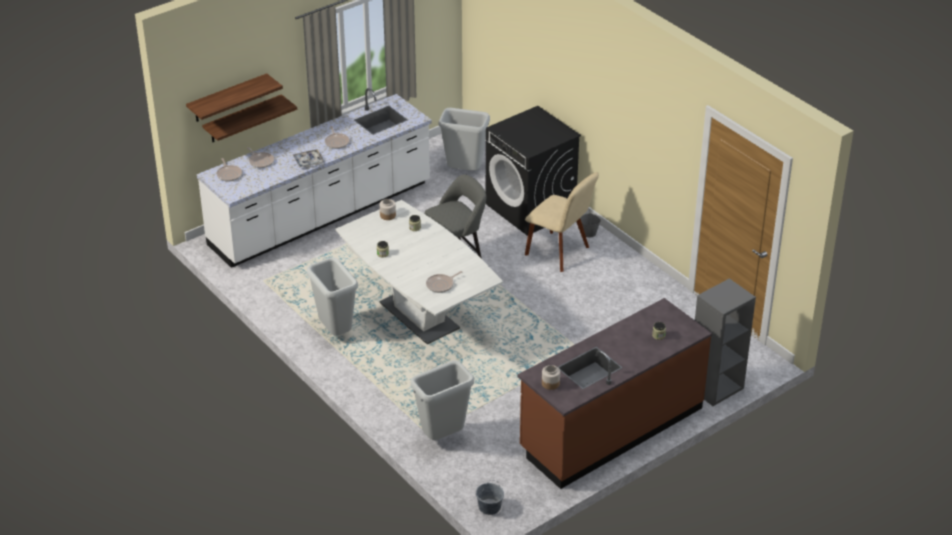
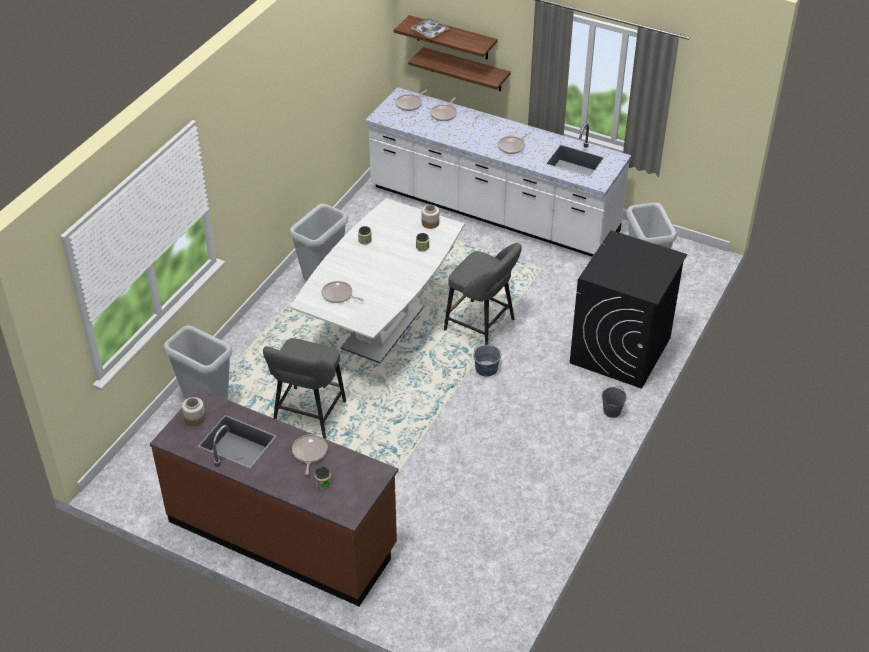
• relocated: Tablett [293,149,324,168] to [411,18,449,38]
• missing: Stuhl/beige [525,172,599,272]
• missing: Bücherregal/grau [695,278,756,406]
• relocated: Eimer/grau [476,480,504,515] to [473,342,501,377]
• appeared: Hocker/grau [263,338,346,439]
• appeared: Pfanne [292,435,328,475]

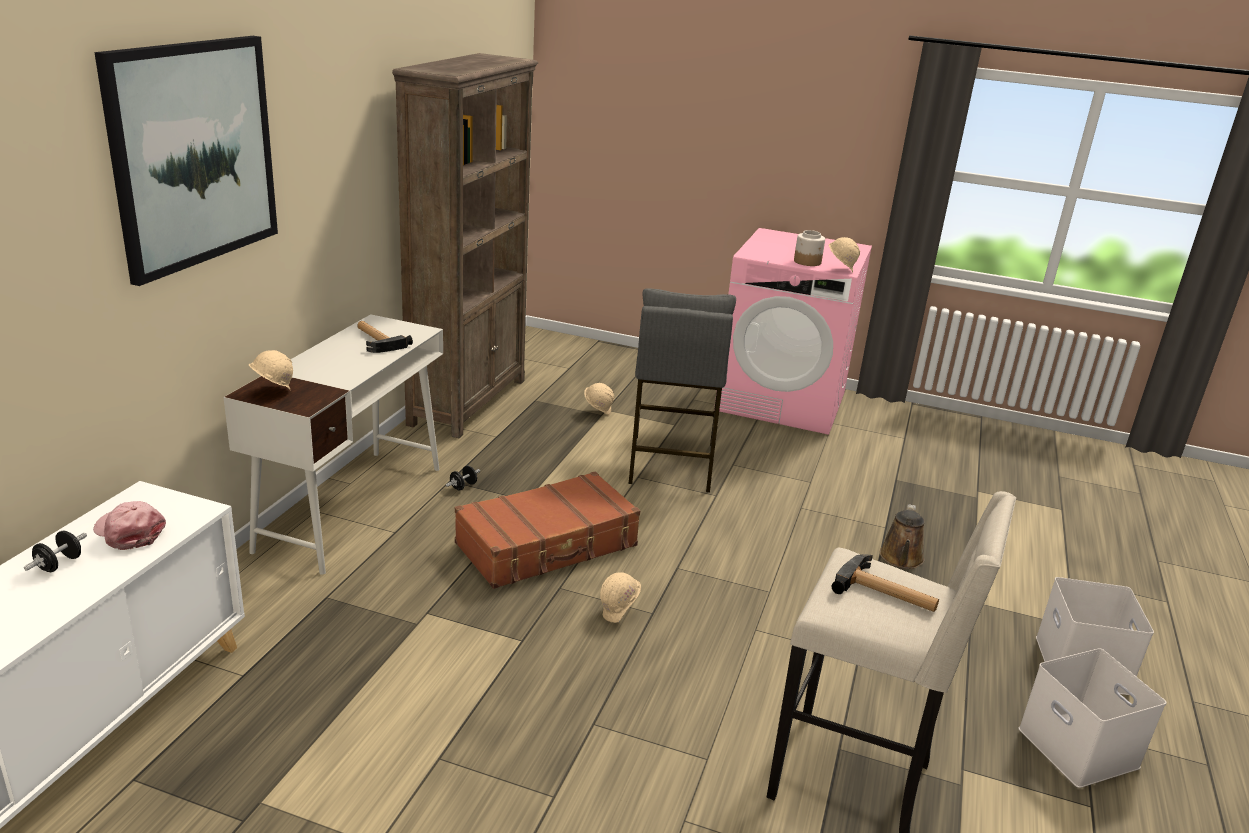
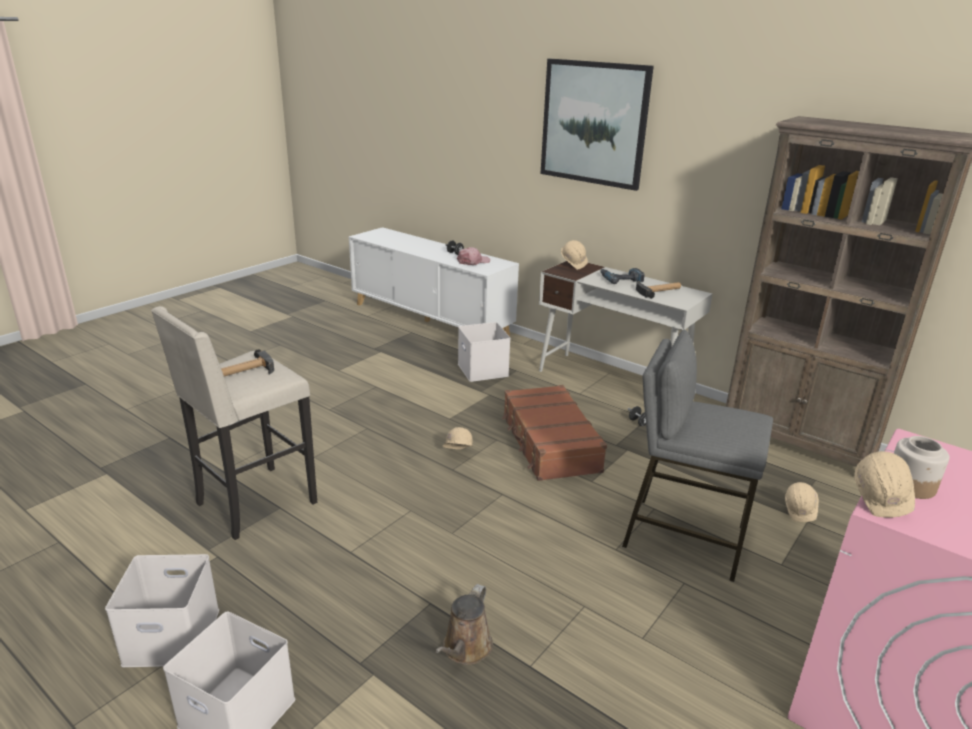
• spun: Gießkanne/braun [880,504,925,569] = [435,584,493,665] 105 degrees counterclockwise
• appeared: Bohrmaschine [600,268,645,284]
• appeared: Aufbewahrungsbox/weiß [458,322,511,382]

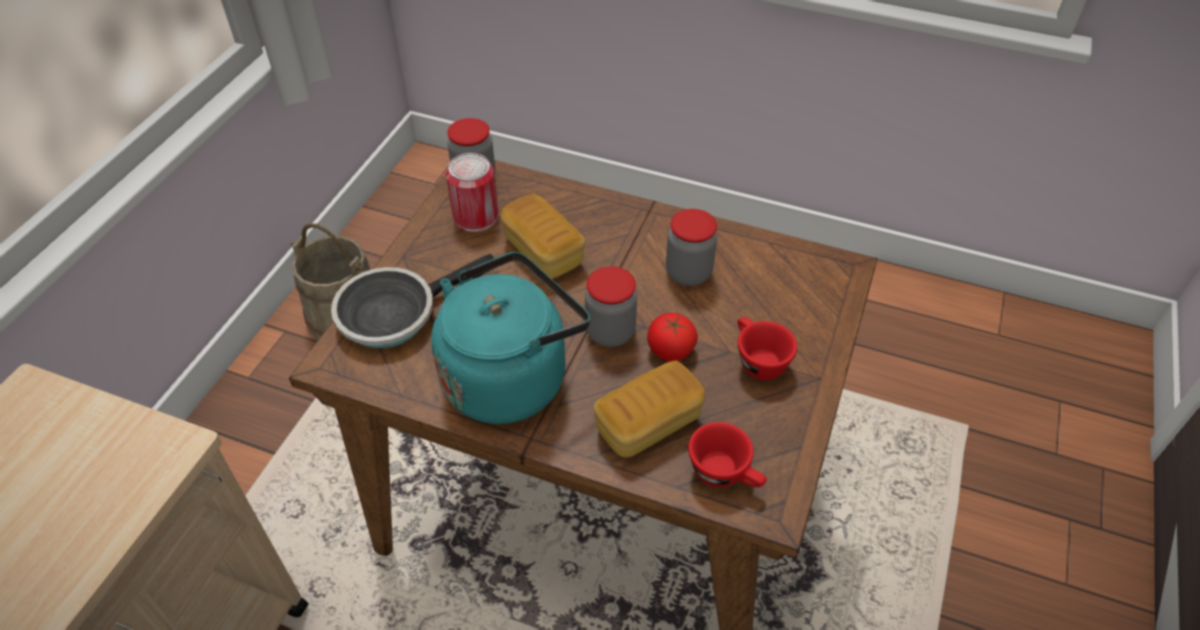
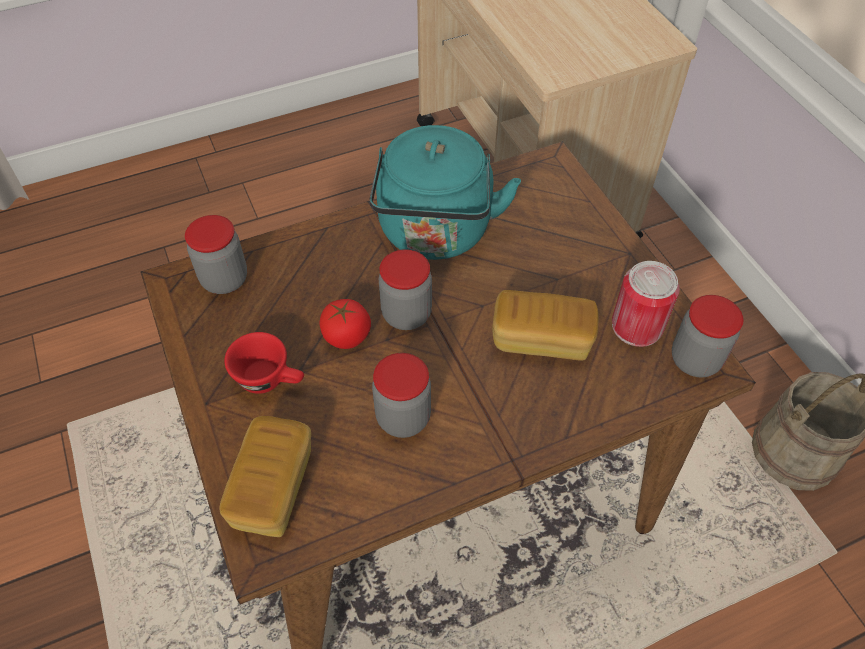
• missing: Pfanne [331,254,494,348]
• relocated: Brot [594,360,705,458] to [220,416,311,537]
• exchanged: Tasse/rot [688,422,767,488] to Vorratsglas [185,215,247,294]

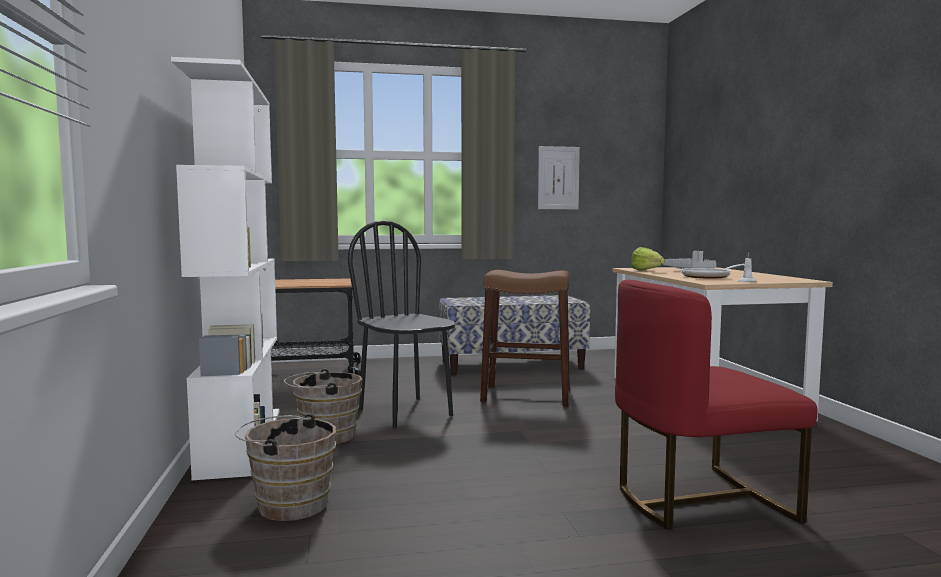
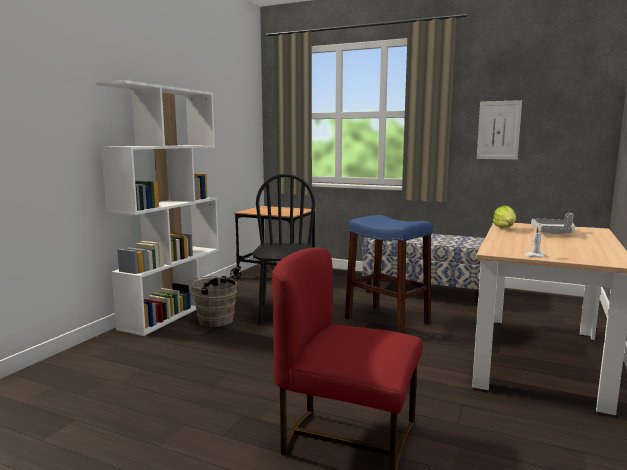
• missing: Pfanne [681,264,744,279]
• colour: Hocker/braun [480,270,570,407] to Hocker/blau [345,215,433,334]
• missing: Eimer/braun [235,414,336,521]

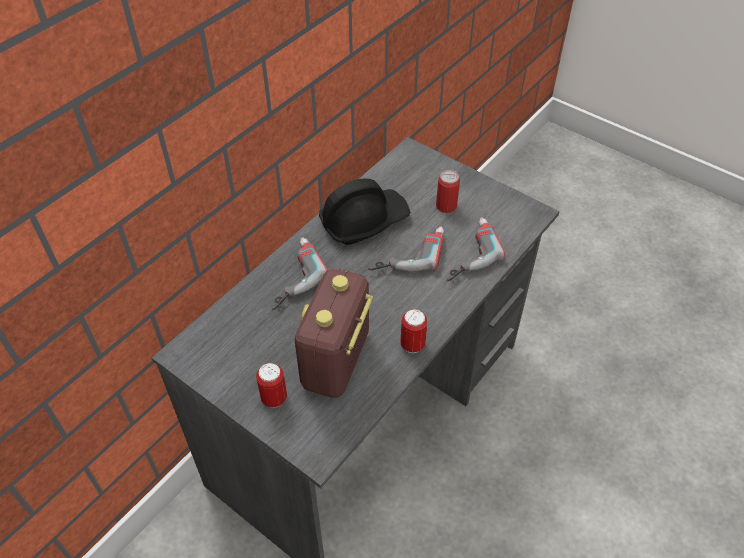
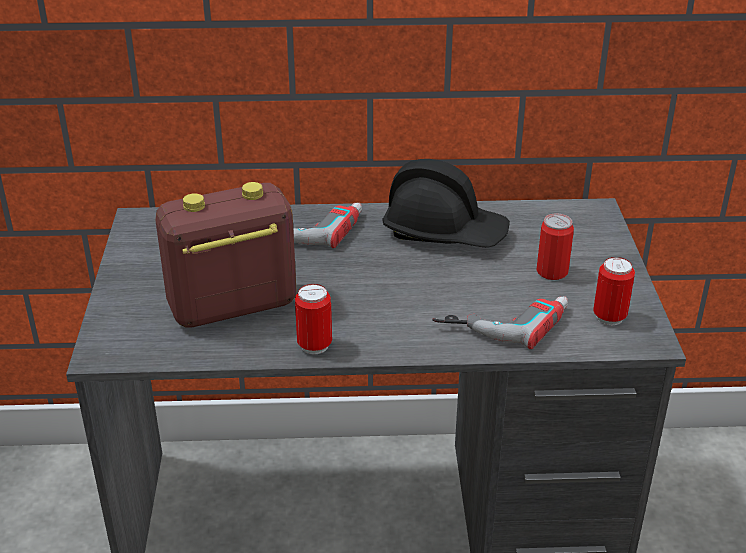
• missing: Bohrmaschine [368,226,444,272]
• relocated: Dose [256,363,287,408] to [593,257,635,325]

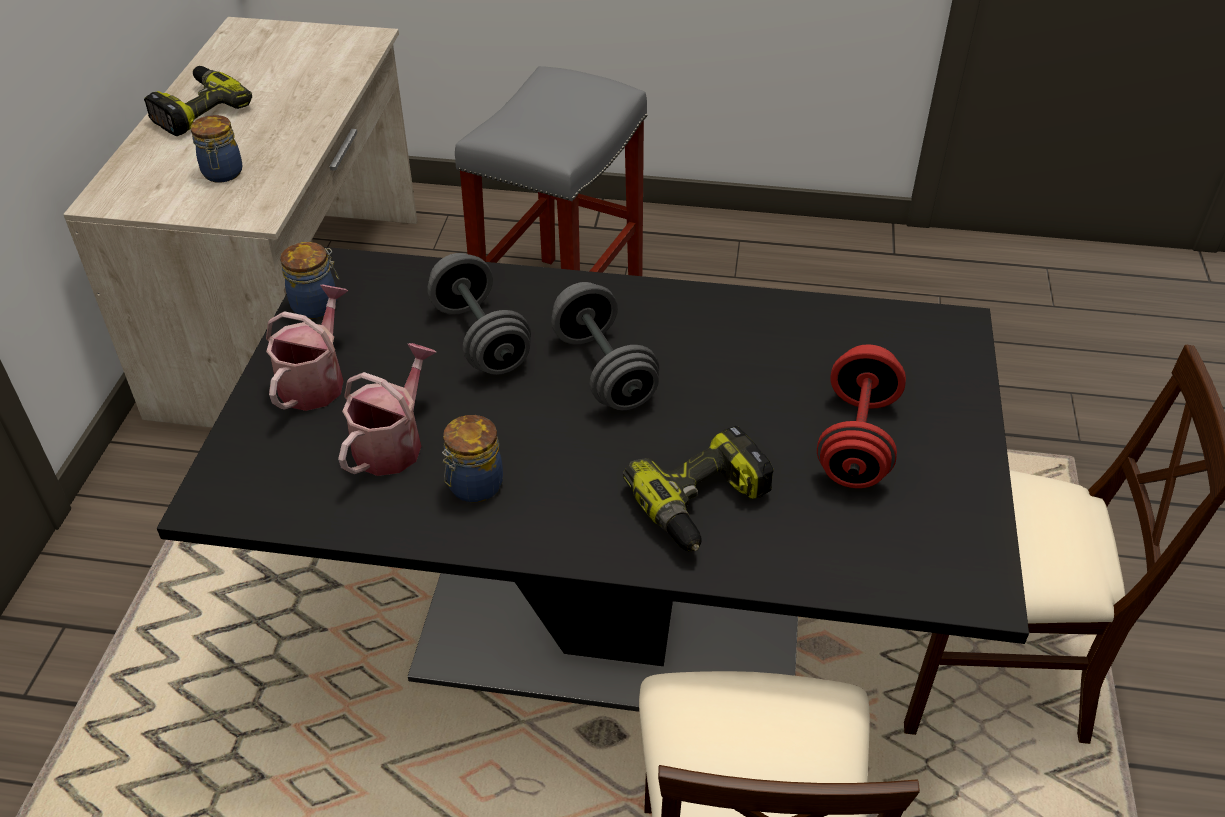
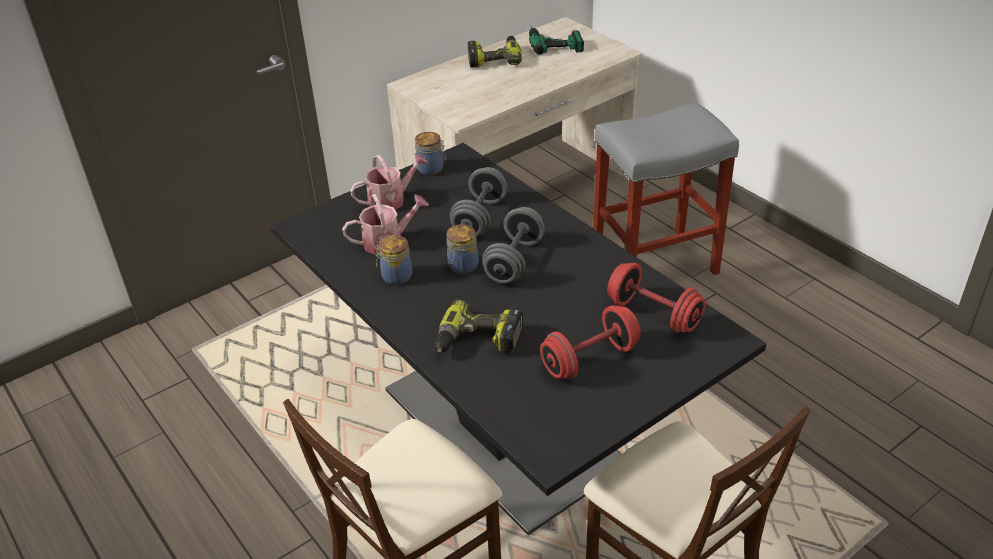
• relocated: Vorratsglas [191,115,242,183] to [447,224,479,274]
• appeared: Bohrmaschine [529,26,584,55]
• appeared: Hantel/rot [607,262,705,333]

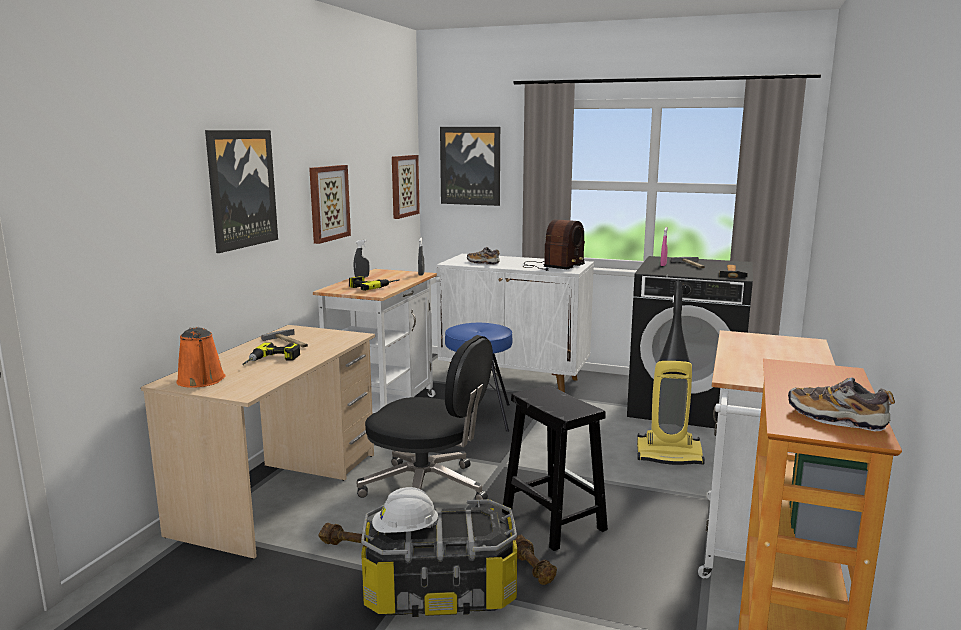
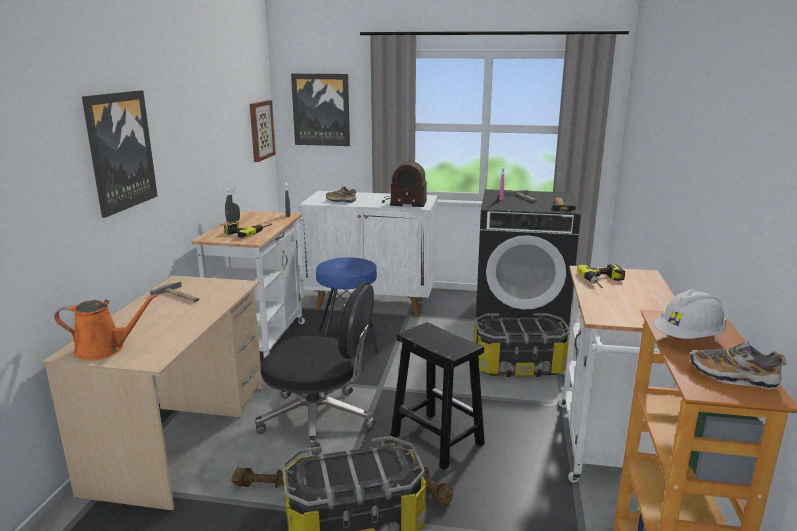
• missing: Bild [309,165,351,244]
• spun: Radio [524,219,585,271] = [382,161,427,207] 75 degrees clockwise
• exchanged: Staubsauger [637,281,705,465] to Aufbewahrungsbox [474,313,570,377]
• spun: Gießkanne/orange [176,326,226,388] = [54,294,158,361] 60 degrees counterclockwise
• relocated: Bohrmaschine [243,342,300,365] to [577,264,625,288]
• relocated: Schutzhelm/weiß [372,487,439,533] to [653,289,727,339]

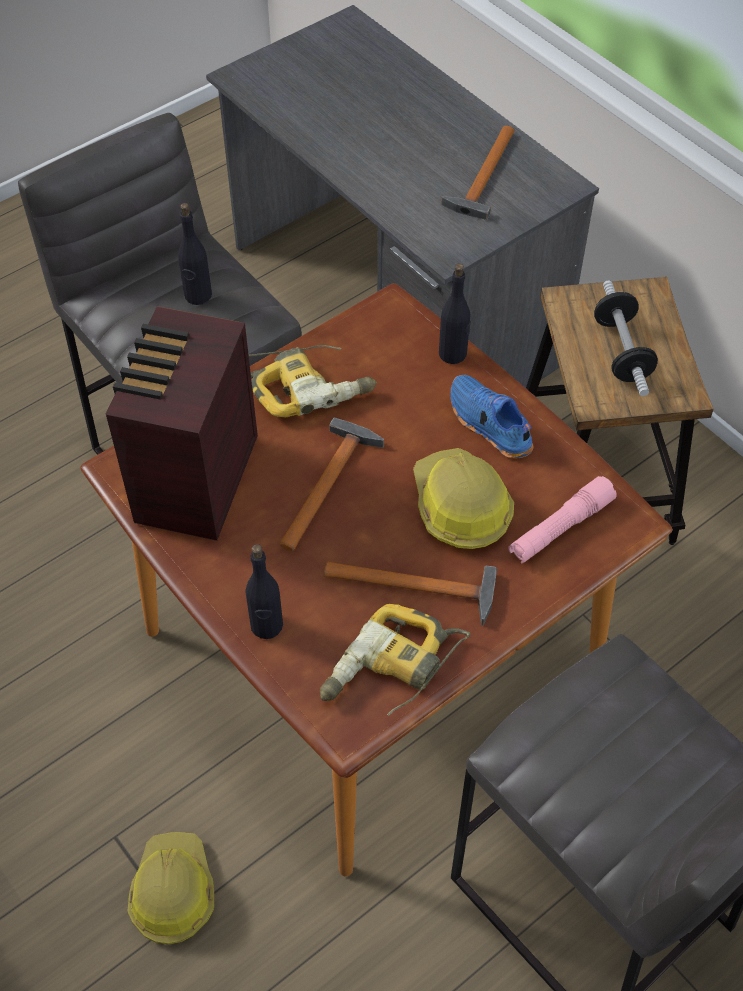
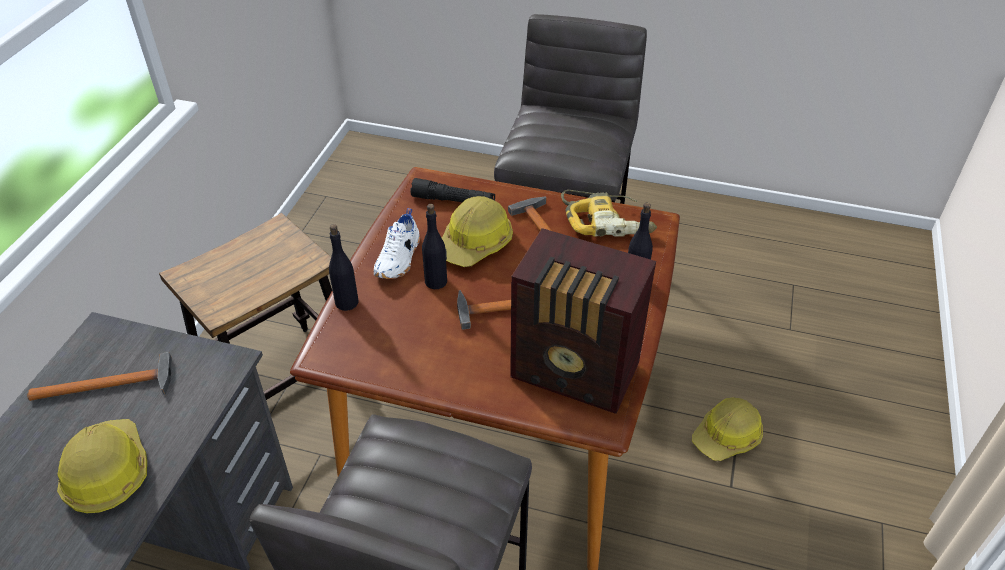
• relocated: Flasche/schwarz [178,203,212,305] to [422,204,447,289]
• missing: Hantel [594,280,658,396]
• spun: Radio [106,306,258,541] = [510,228,656,414] 45 degrees clockwise
• missing: Bohrmaschine [249,345,377,417]
• colour: Schuh/blau [450,375,534,459] to Schuh/weiß [374,208,420,279]
• colour: Taschenlampe/rosa [509,476,617,564] to Taschenlampe/schwarz [410,178,495,202]
• appeared: Schutzhelm [57,419,147,513]

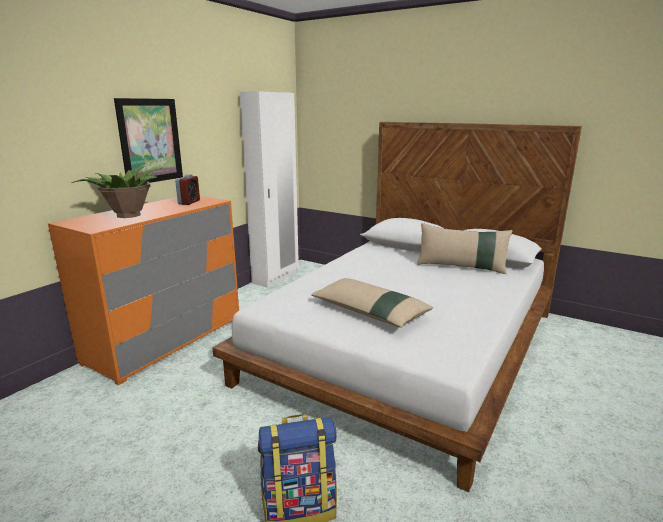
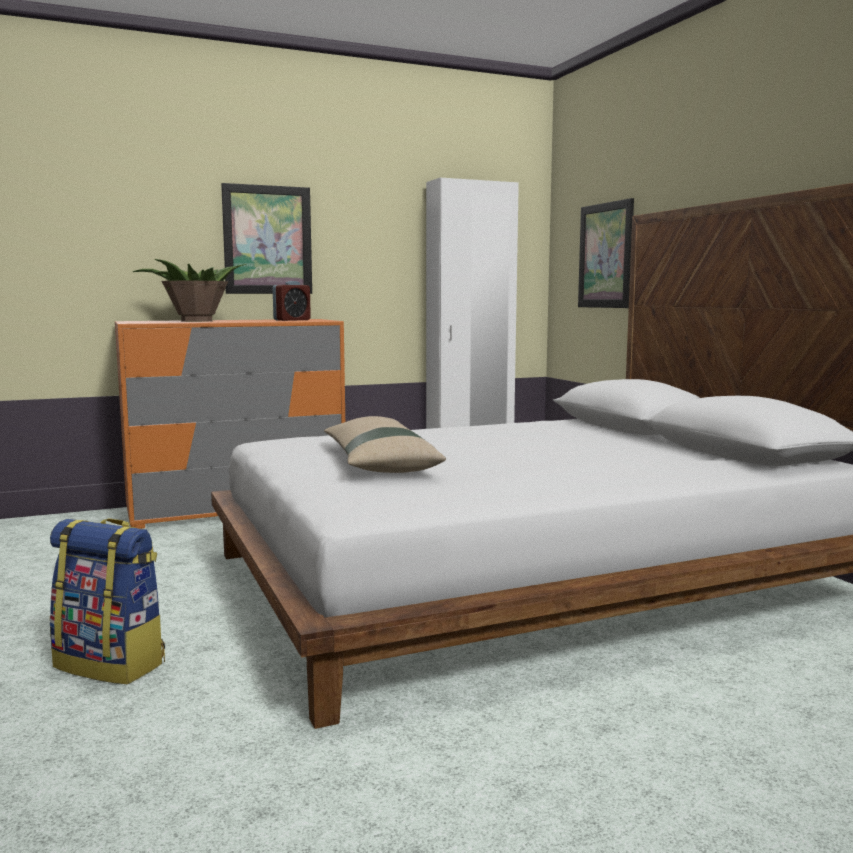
• missing: Kissen/beige [417,223,513,274]
• appeared: Bild [578,198,634,308]

